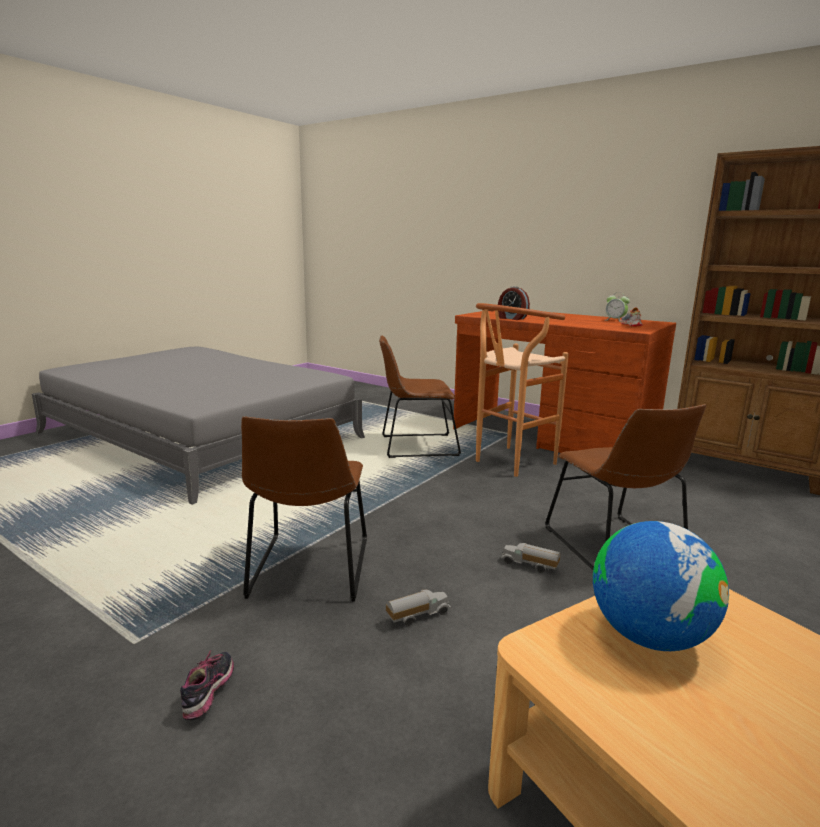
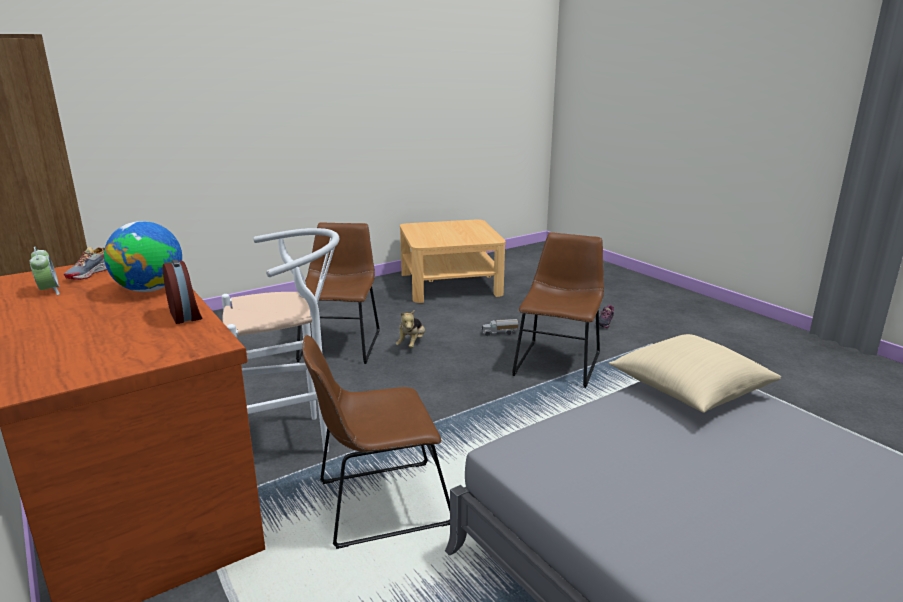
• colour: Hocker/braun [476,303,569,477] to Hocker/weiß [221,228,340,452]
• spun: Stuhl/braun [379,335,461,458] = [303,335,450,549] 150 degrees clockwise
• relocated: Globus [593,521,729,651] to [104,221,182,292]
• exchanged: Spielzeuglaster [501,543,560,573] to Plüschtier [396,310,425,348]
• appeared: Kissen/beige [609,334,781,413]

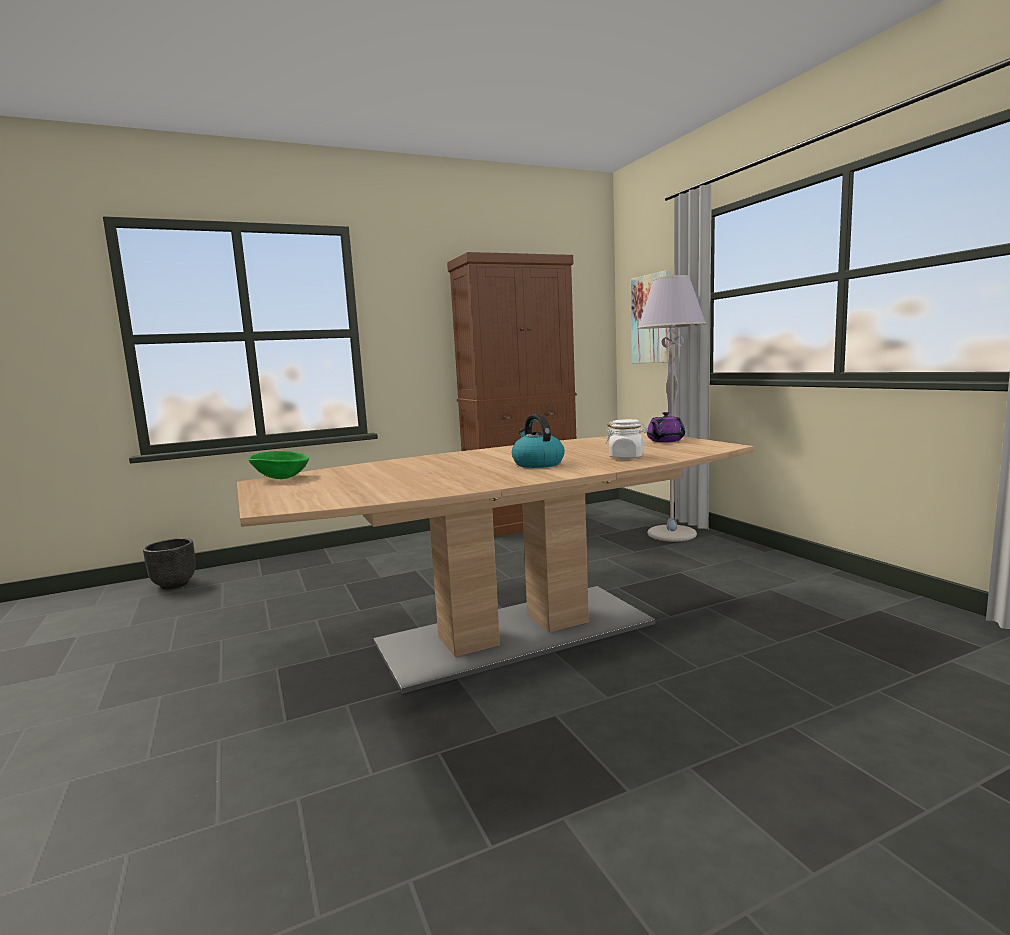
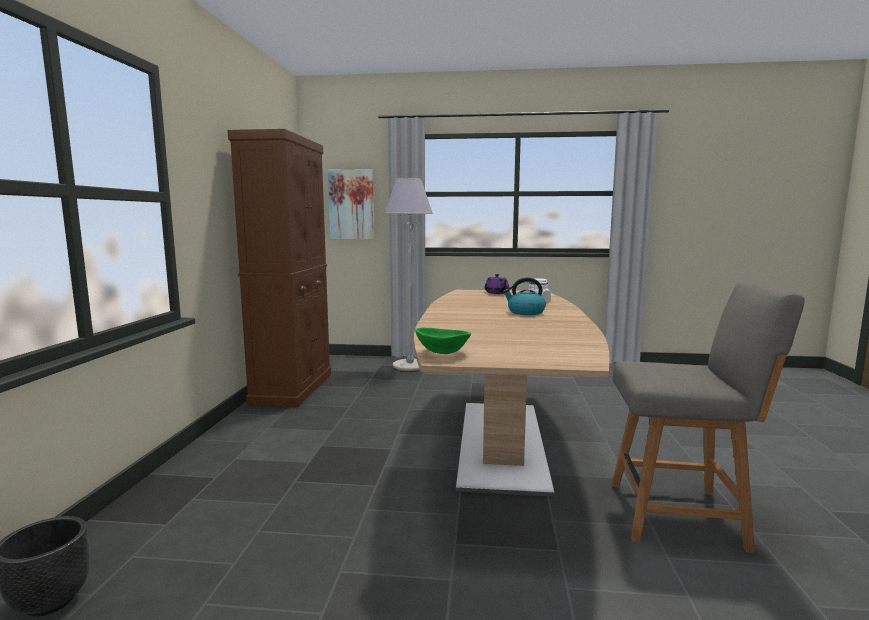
• appeared: Stuhl/grau [612,281,805,553]

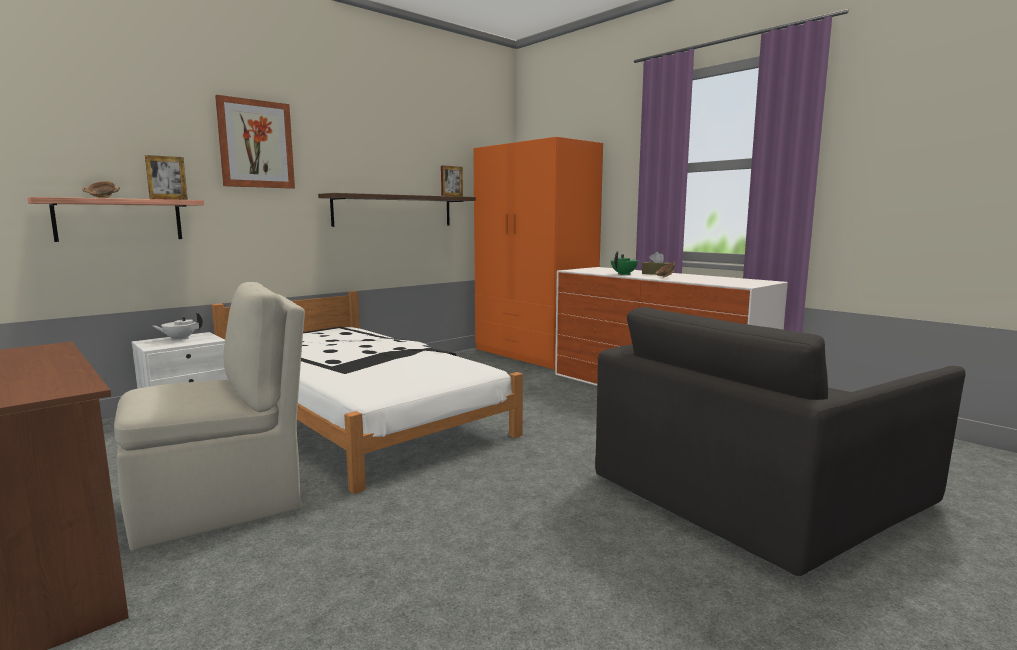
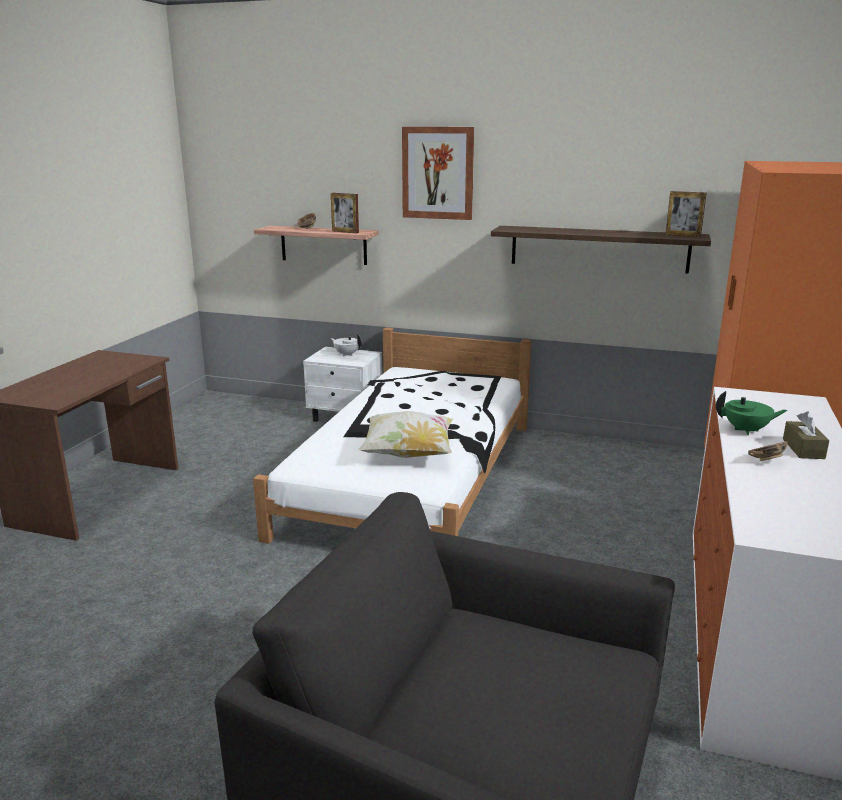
• missing: Stuhl/beige [114,282,305,551]
• appeared: Kissen [358,411,453,458]

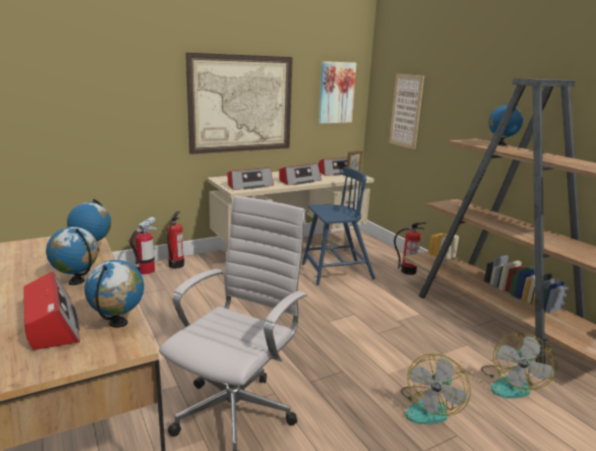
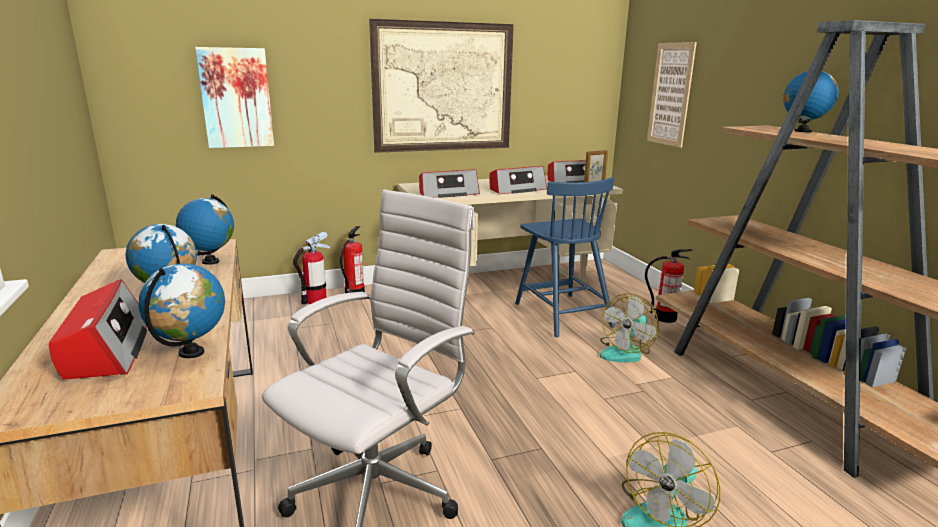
• relocated: Bild [319,61,357,124] to [195,47,274,148]
• spun: Stuhl/blau [302,167,375,286] = [515,177,615,337] 75 degrees clockwise
• relocated: Ventilator [481,333,557,398] to [599,293,659,362]

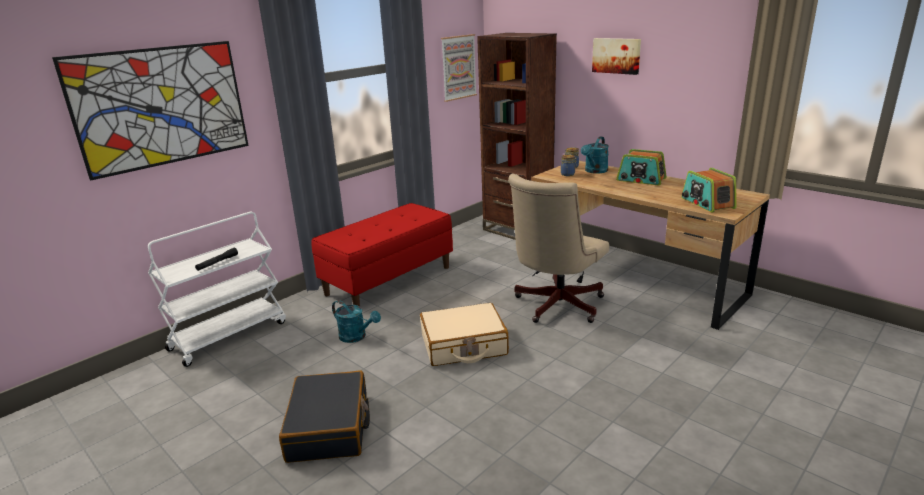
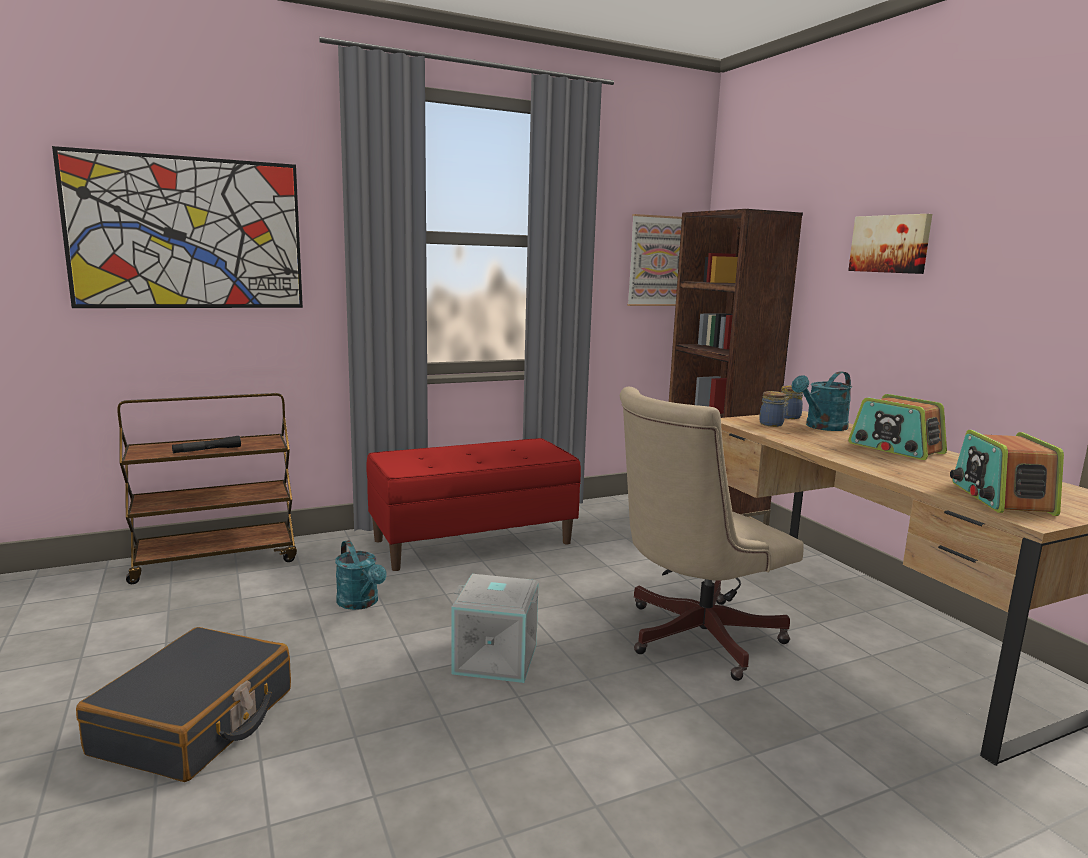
• colour: Rollwagen/weiß [148,212,286,367] to Rollwagen/braun [117,393,297,584]
• exchanged: Koffer/beige [420,303,509,366] to Aufbewahrungsbox/grau [452,574,539,683]

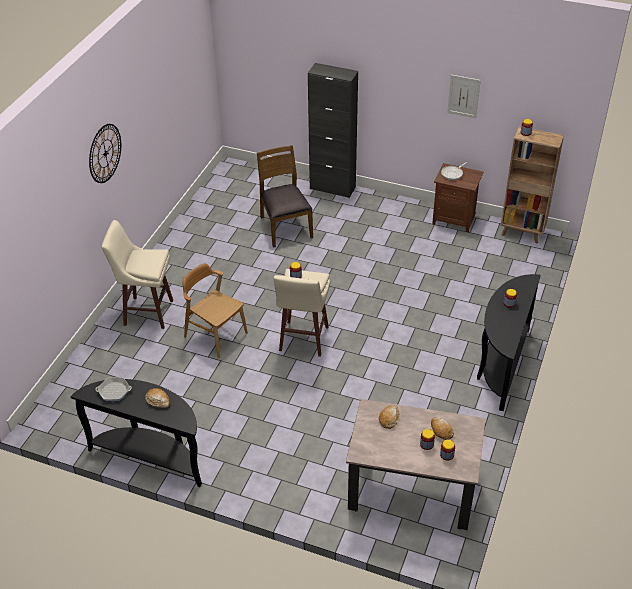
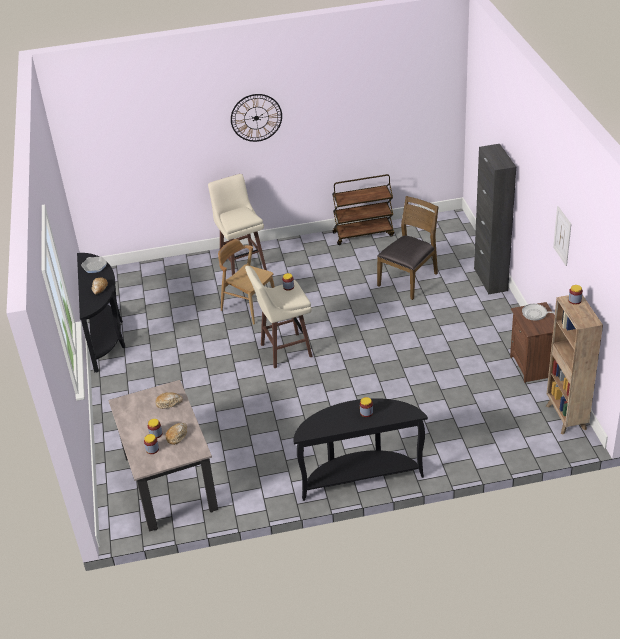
• spun: Stuhl/braun [183,264,248,358] = [218,239,275,324] 60 degrees counterclockwise
• appeared: Rollwagen/braun [332,174,394,245]

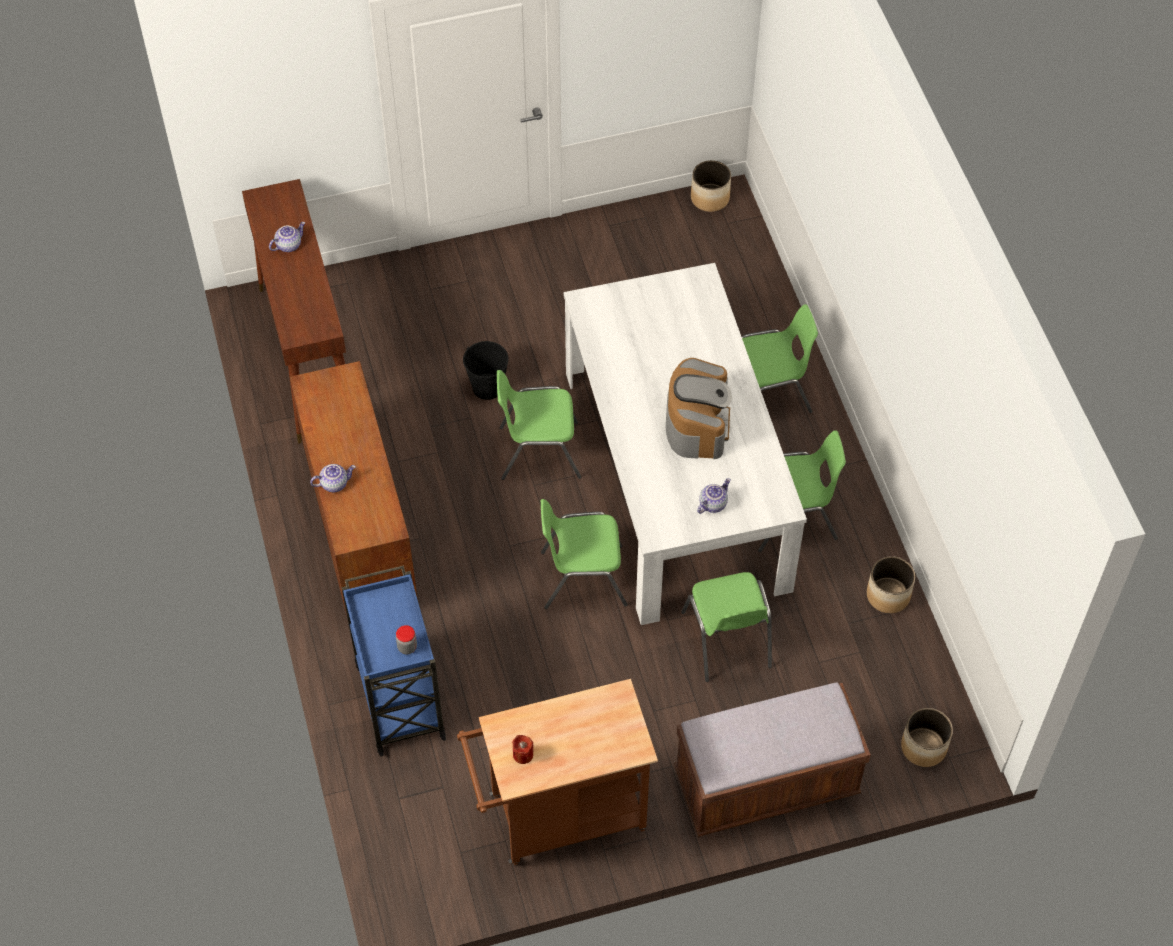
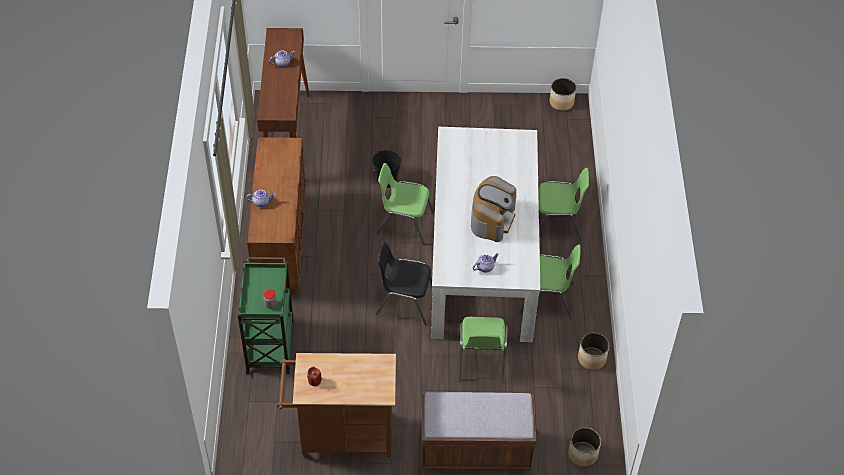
• colour: Stuhl/grün [541,499,628,609] to Stuhl/schwarz [376,242,432,325]
• colour: Rollwagen/blau [342,566,446,757] to Rollwagen/grün [238,257,294,374]

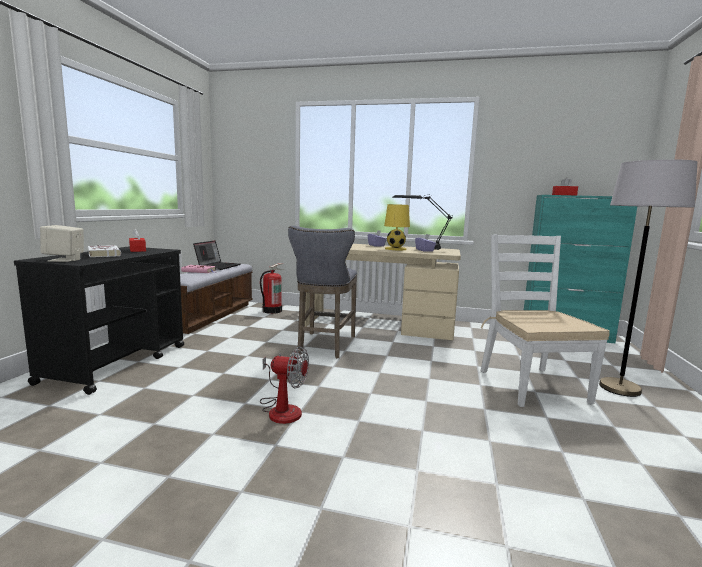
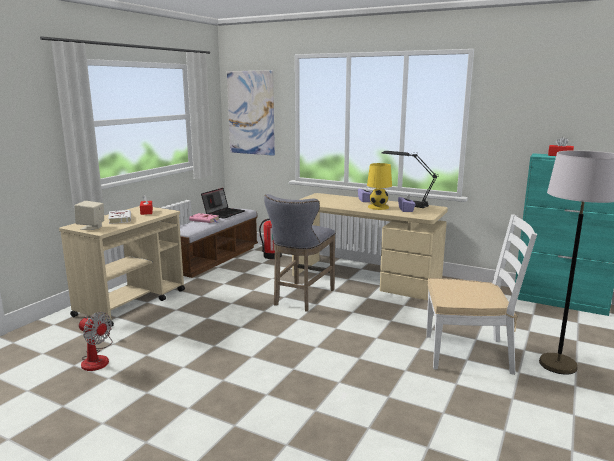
• spun: Stuhl/weiß [481,234,610,407] = [426,214,537,375] 90 degrees clockwise
• colour: Rollwagen/schwarz [14,247,184,395] to Rollwagen/beige [59,206,185,327]
• relocated: Ventilator [260,346,309,424] to [79,312,113,371]
• appeared: Bild [227,70,275,156]

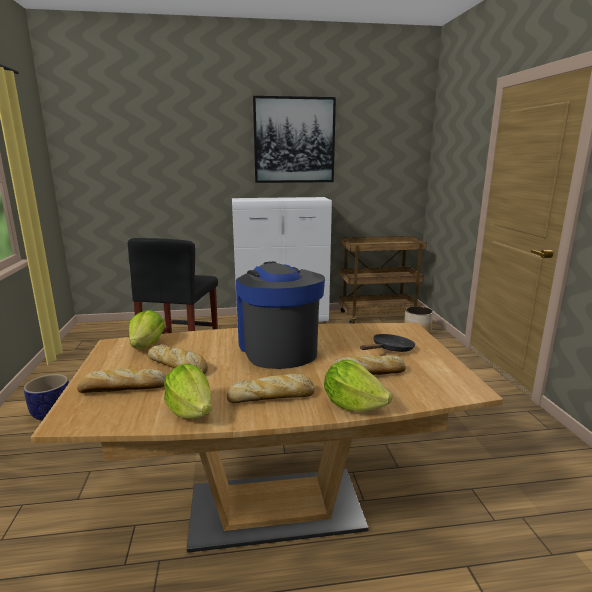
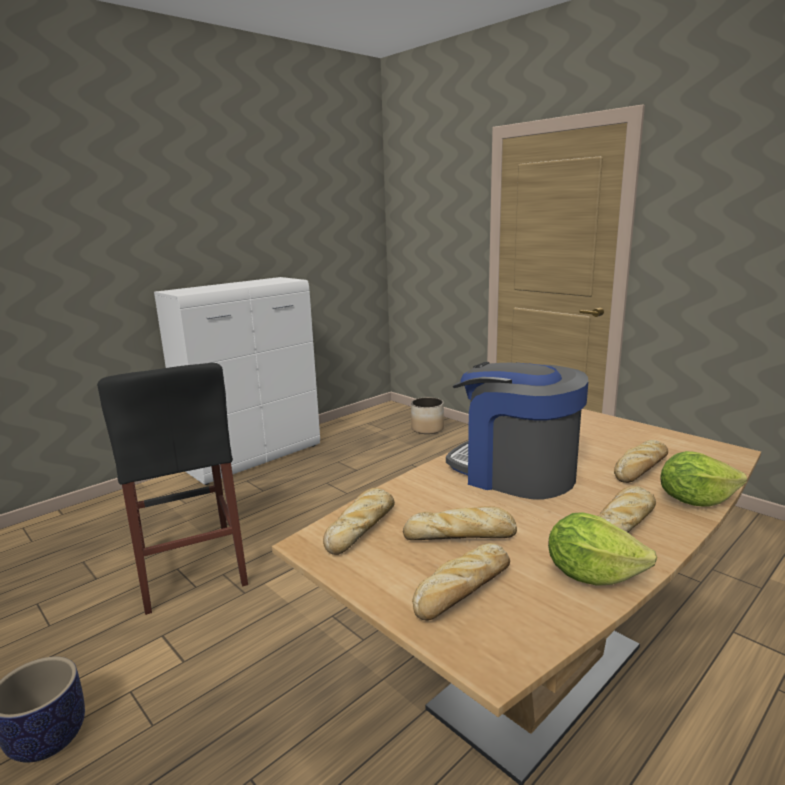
• missing: Bild [253,96,336,183]
• missing: Rollwagen/braun [339,236,427,323]
• exchanged: Salatkopf [129,310,165,349] to Brot [323,488,395,555]
• missing: Pfanne/schwarz [360,334,415,352]

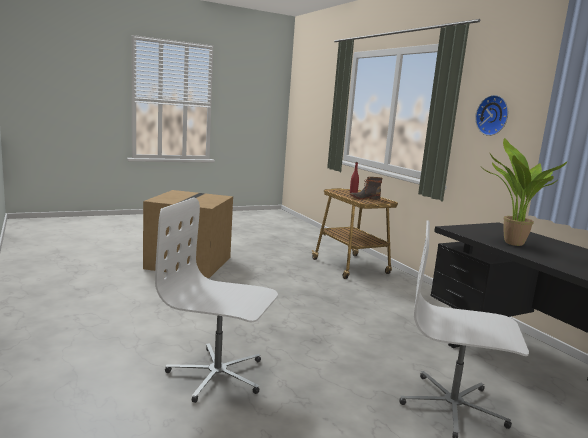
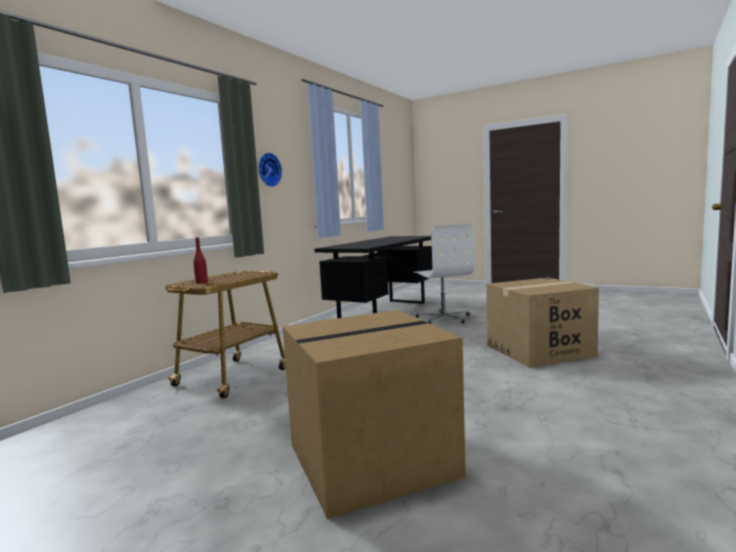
• missing: Topfpflanze [482,138,567,246]
• missing: Stiefel [350,177,382,200]
• exchanged: Bürostuhl/weiß [155,197,278,403] to Karton [486,278,599,368]

